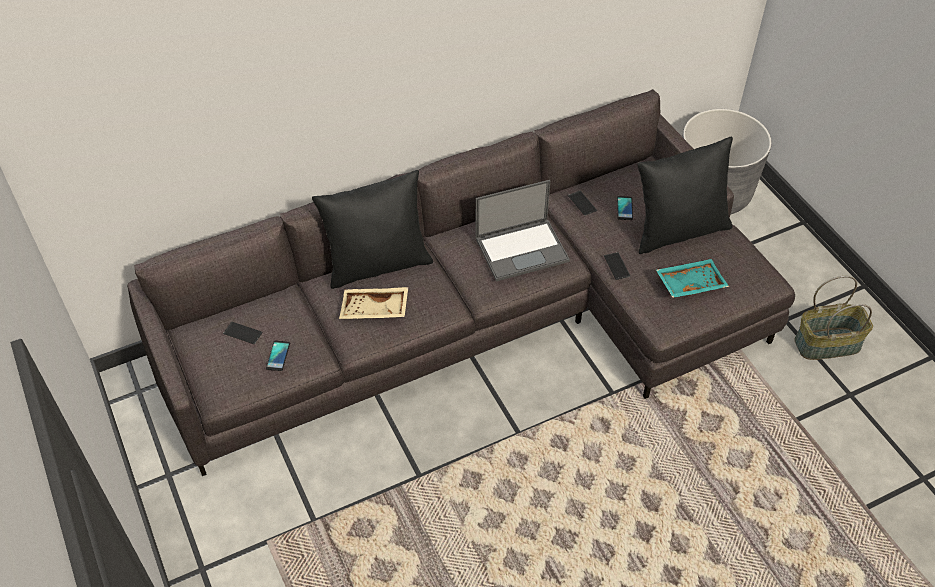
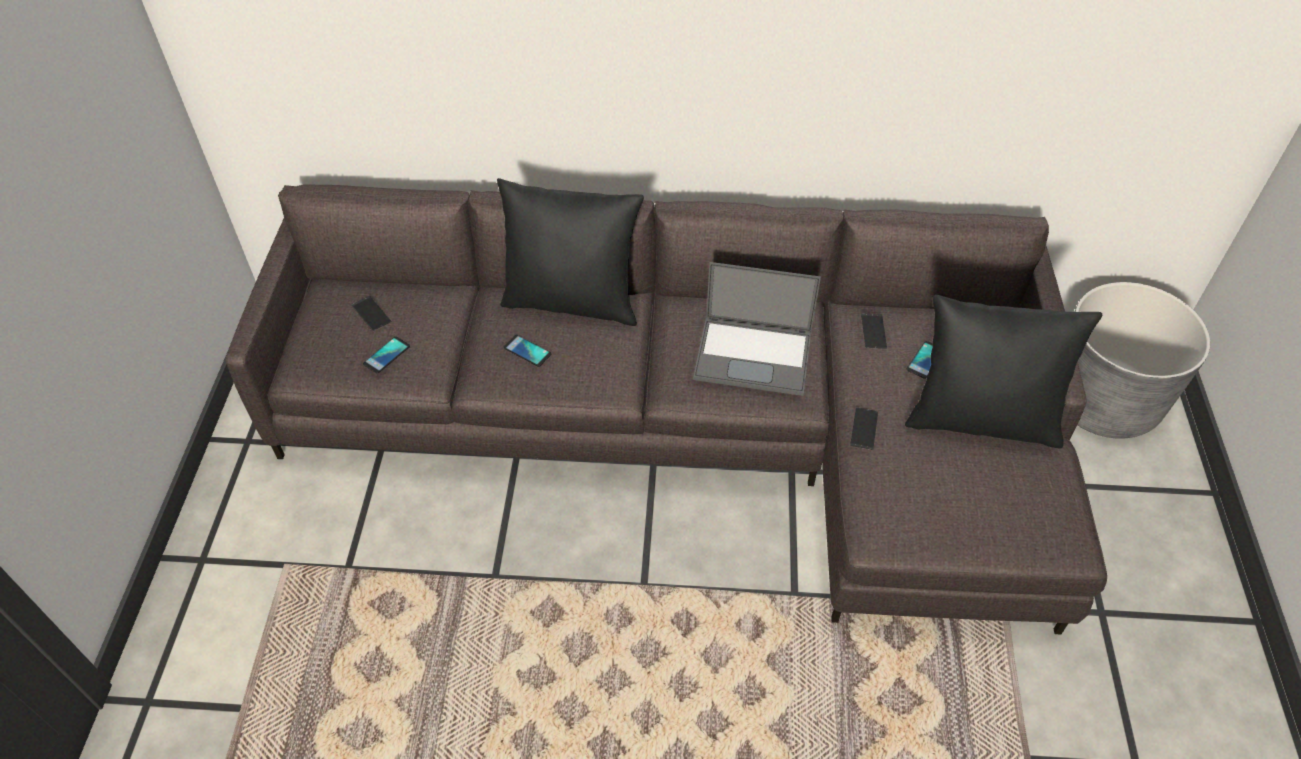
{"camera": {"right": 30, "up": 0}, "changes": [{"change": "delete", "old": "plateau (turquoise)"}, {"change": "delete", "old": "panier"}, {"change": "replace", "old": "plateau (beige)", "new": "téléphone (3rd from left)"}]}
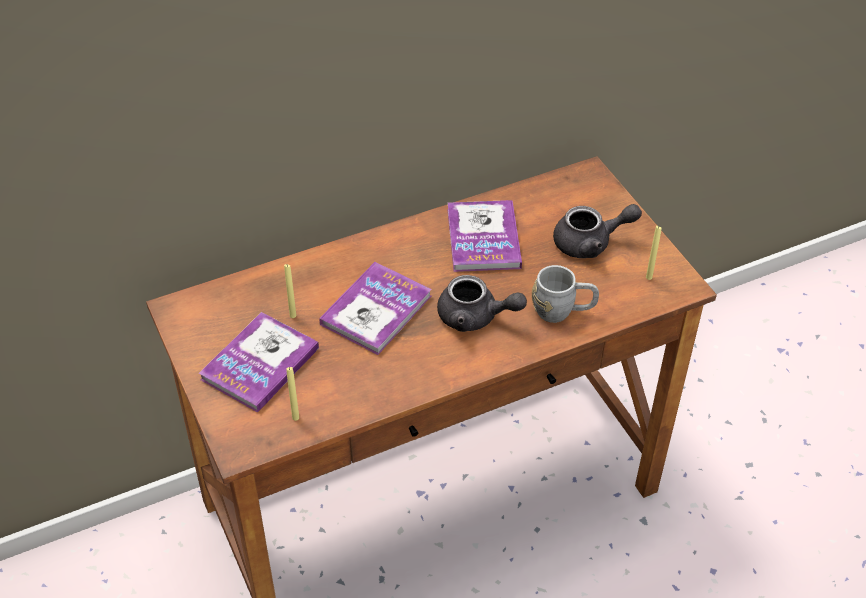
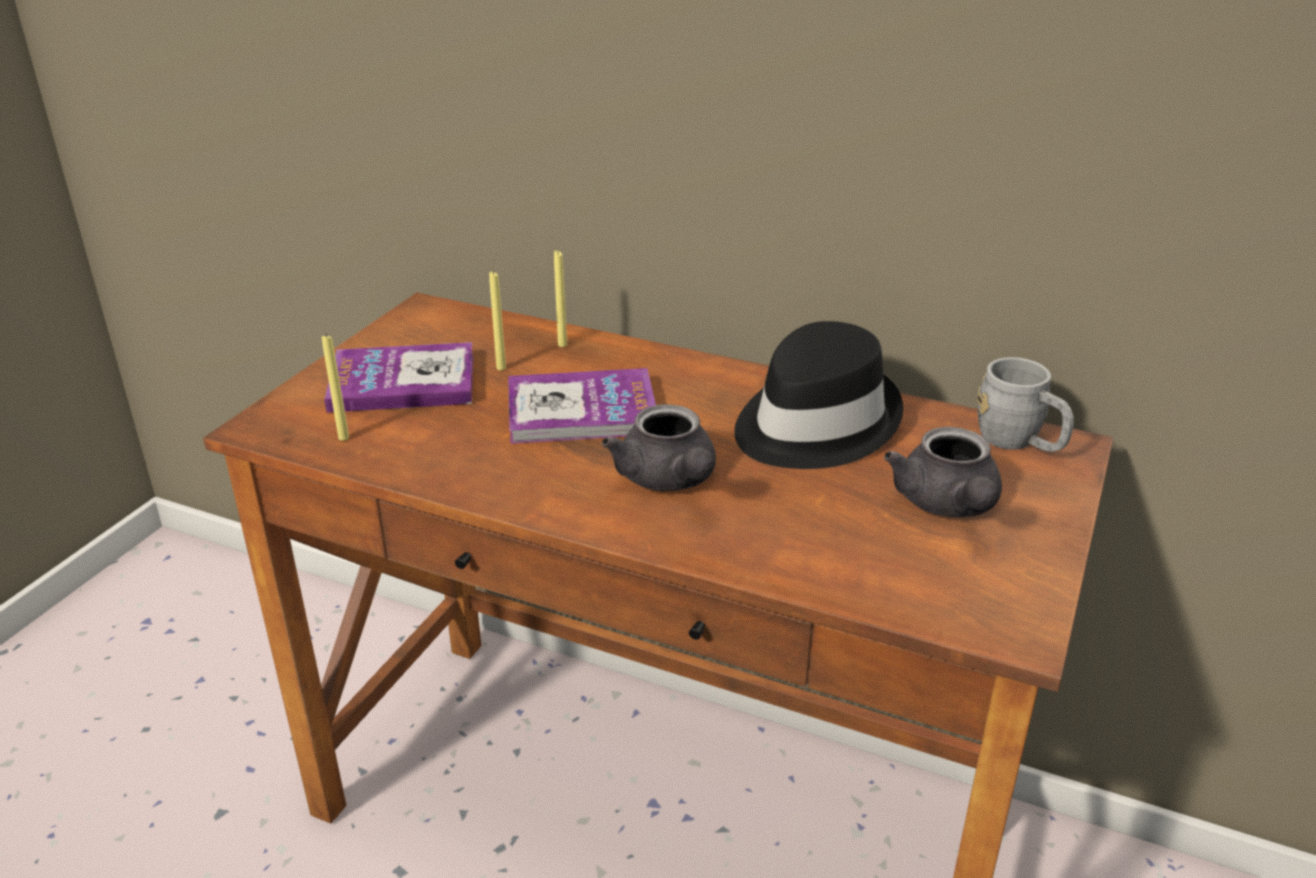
{"camera": {"right": 50, "up": -15}, "changes": [{"change": "replace", "old": "livre (3rd from left)", "new": "chapeau (noir)"}, {"change": "rotate", "old": "théière (gris) (2nd from left)", "degrees": 45}, {"change": "move", "old": "bougie (jaune) (3rd from left)"}, {"change": "move", "old": "mug (gris)"}]}
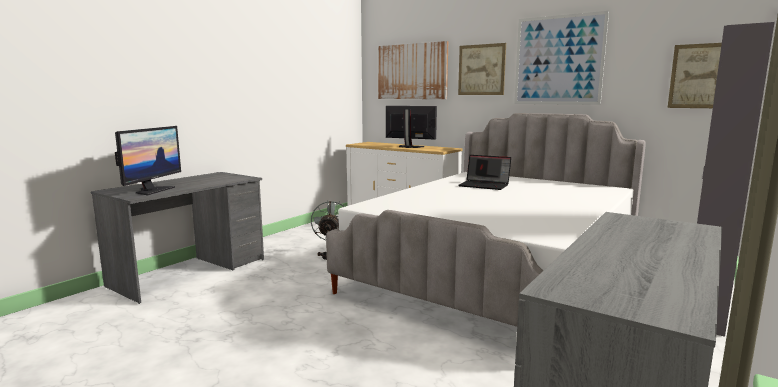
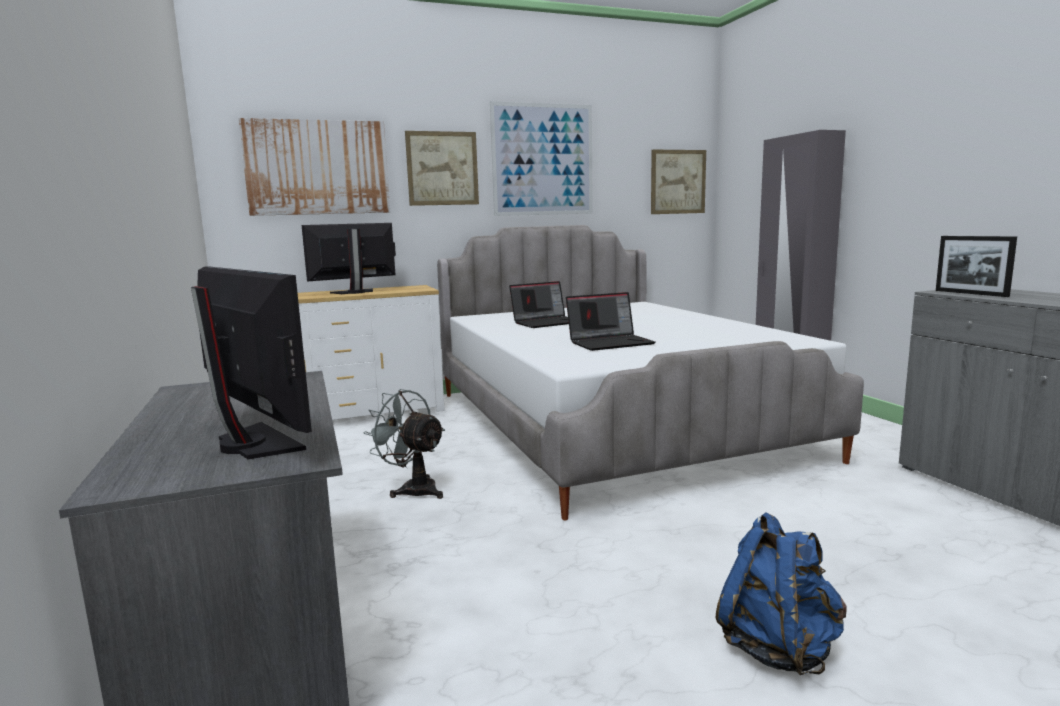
{"camera": {"right": -55, "up": 0}, "changes": [{"change": "insert", "new": "cadre photo"}, {"change": "insert", "new": "ordinateur portable (2nd from left)"}, {"change": "insert", "new": "sac à dos (bleu)"}]}
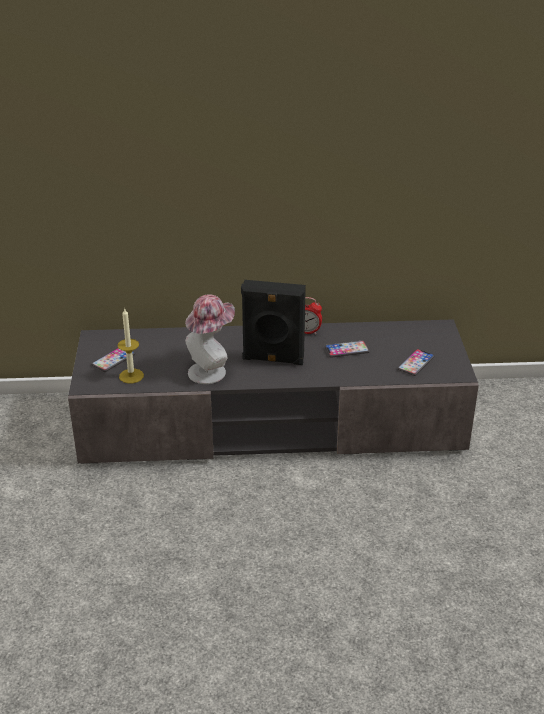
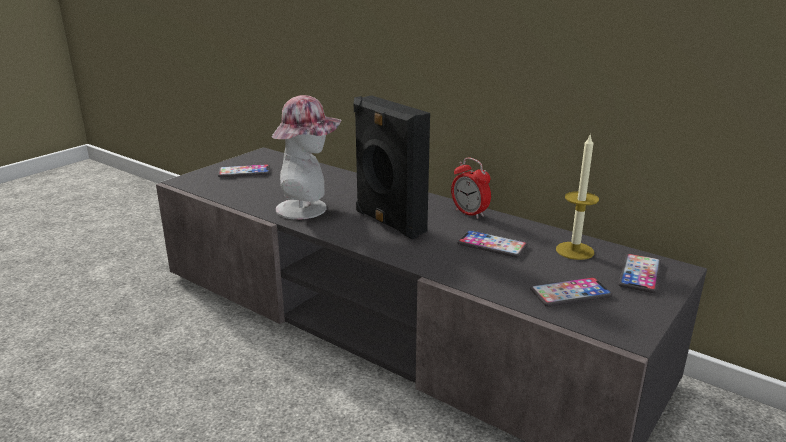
{"camera": {"right": 40, "up": -10}, "changes": [{"change": "move", "old": "bougie"}, {"change": "insert", "new": "téléphone (4th from left)"}]}
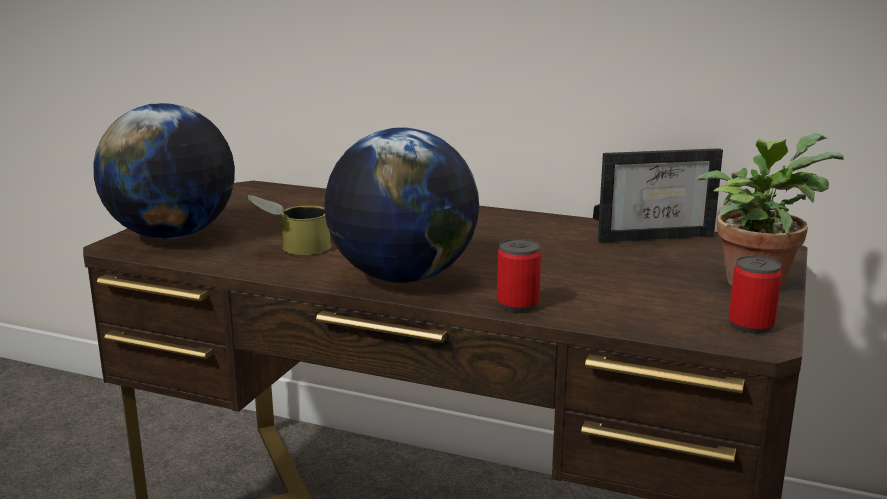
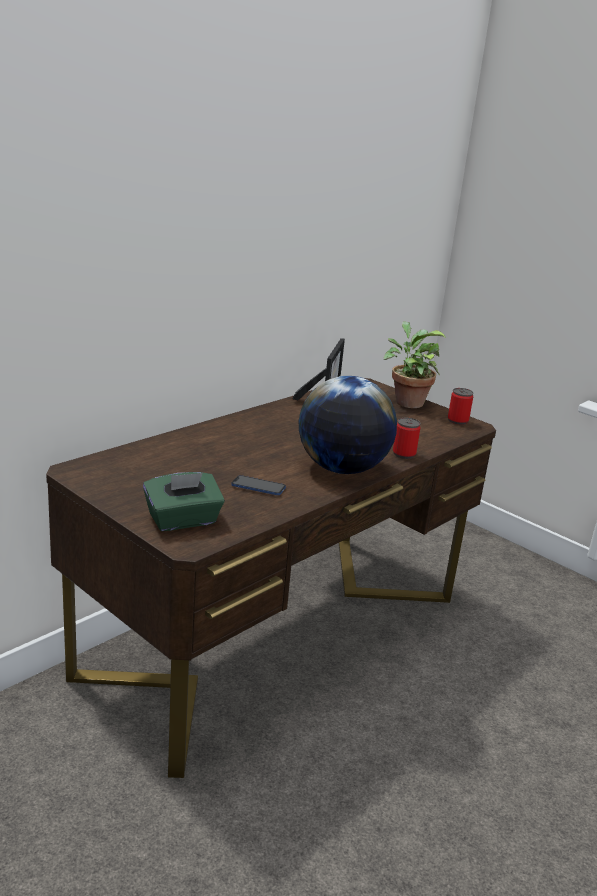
{"camera": {"right": -70, "up": 5}, "changes": [{"change": "replace", "old": "globe (1st from left)", "new": "boîte à mouchoirs (vert)"}, {"change": "replace", "old": "boîte métallique (1st from left)", "new": "téléphone"}]}
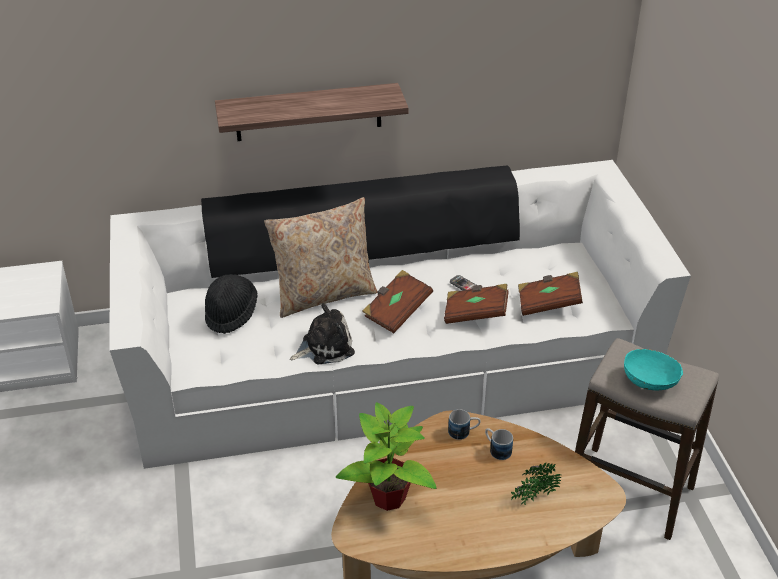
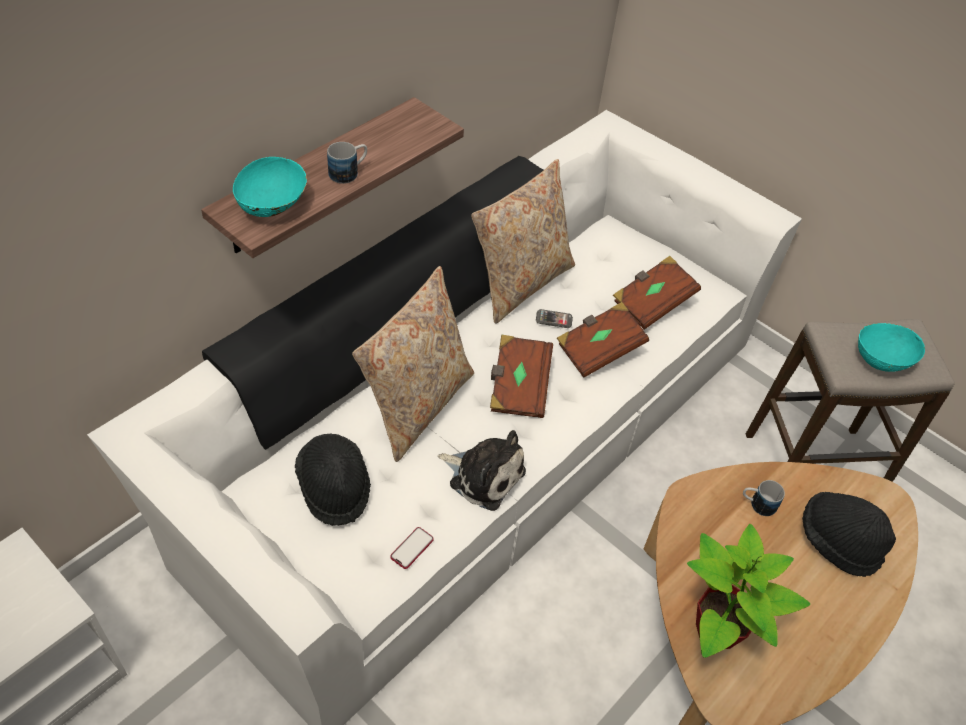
{"camera": {"right": -40, "up": 10}, "changes": [{"change": "rotate", "old": "peluche", "degrees": 90}, {"change": "move", "old": "mug (1st from left)"}, {"change": "replace", "old": "plante en pot (2nd from left)", "new": "chapeau (noir) (2nd from left)"}, {"change": "insert", "new": "bol (turquoise) (1st from left)"}, {"change": "insert", "new": "coussin (beige) (2nd from left)"}, {"change": "insert", "new": "téléphone (1st from left)"}]}
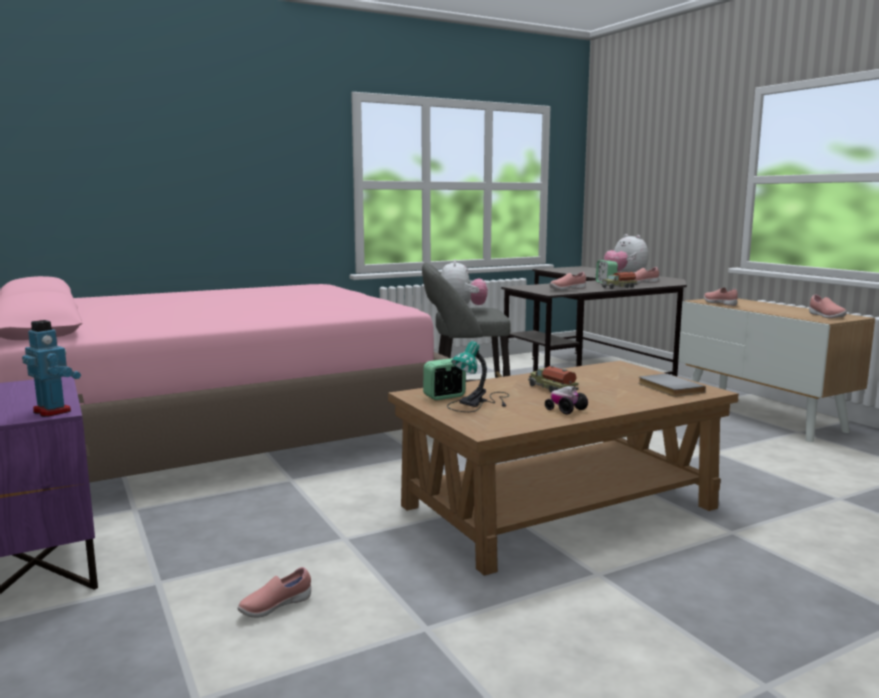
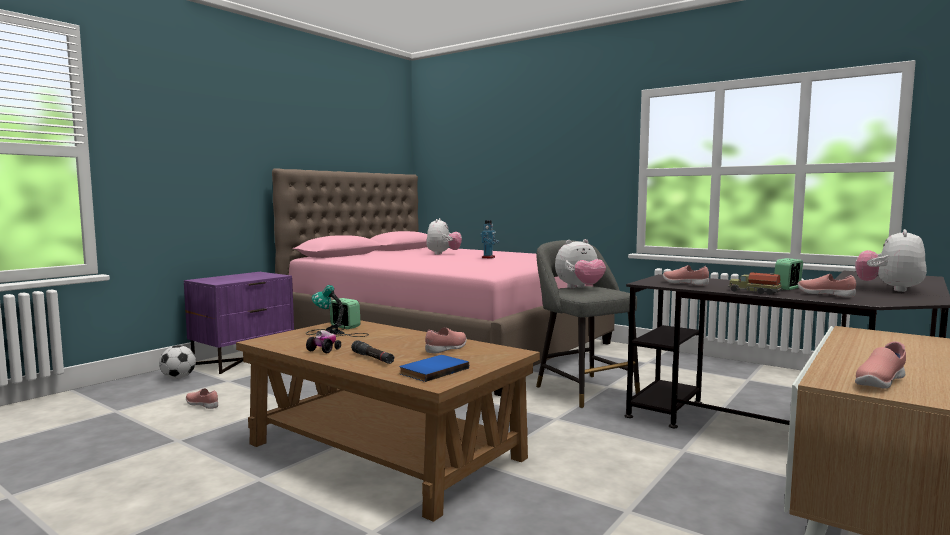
{"camera": {"right": 65, "up": -5}, "changes": [{"change": "move", "old": "chaussure (rose) (4th from left in the first image)", "new": "chaussure (rose) (2nd from left)"}, {"change": "move", "old": "robot jouet"}, {"change": "delete", "old": "camion jouet (1st from left)"}, {"change": "recolor", "old": "livre (gris)", "new": "livre (bleu)"}, {"change": "insert", "new": "peluche (1st from left)"}, {"change": "insert", "new": "lampe de poche (noir)"}, {"change": "insert", "new": "ballon de foot"}]}
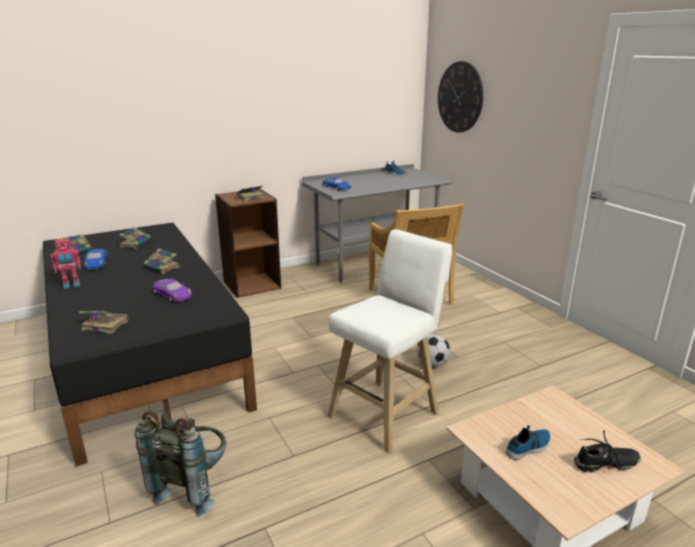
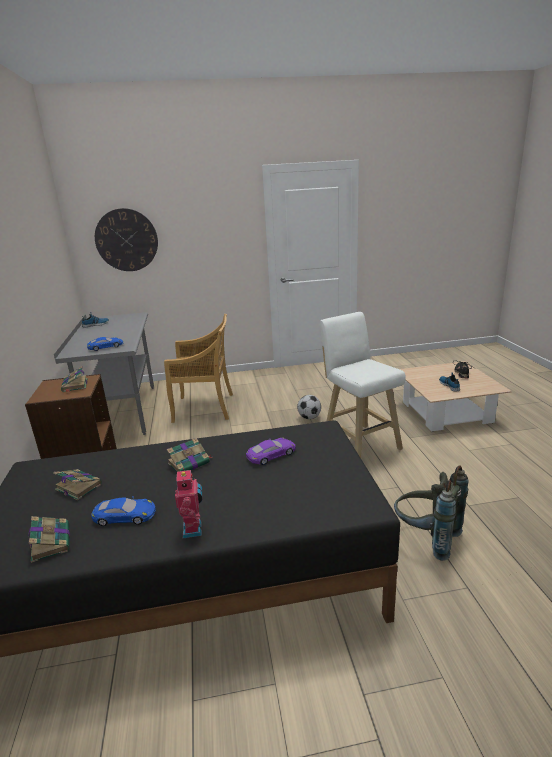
{"camera": {"right": -70, "up": 0}, "changes": [{"change": "delete", "old": "livre (2nd from left)"}]}
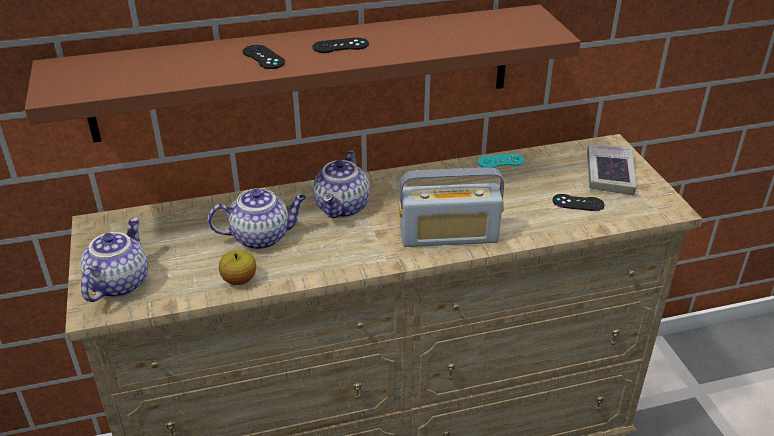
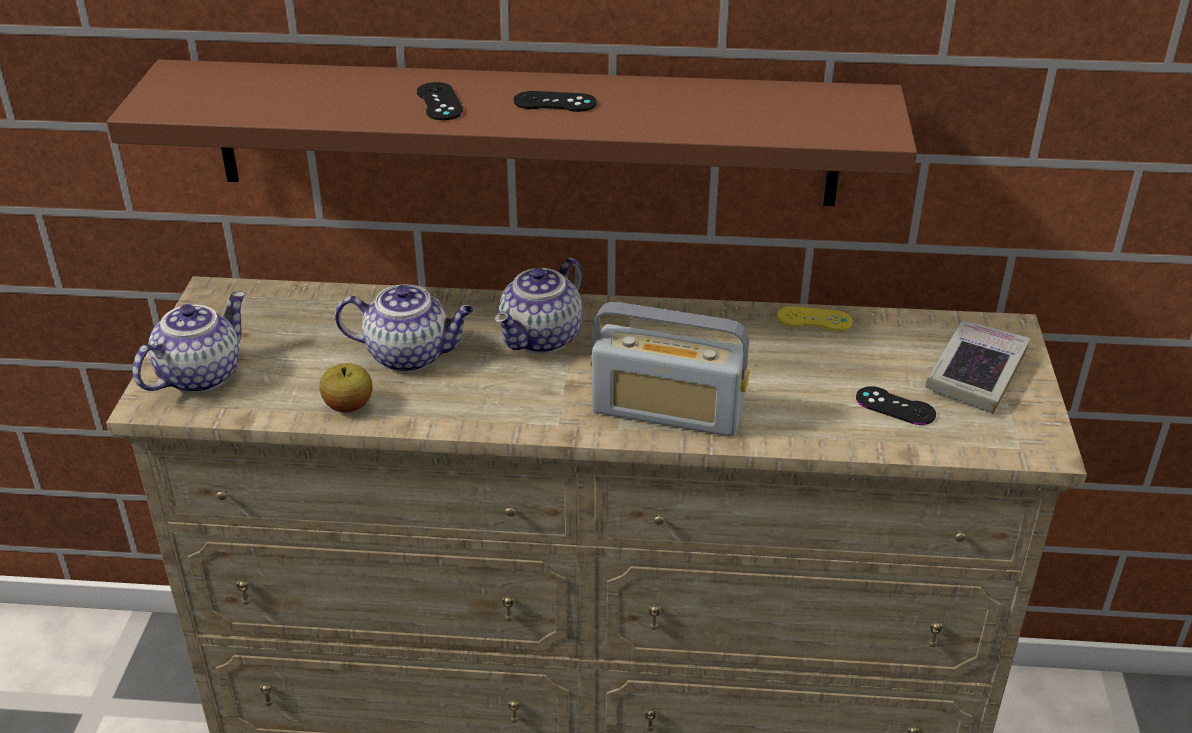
{"camera": {"right": 20, "up": 0}, "changes": [{"change": "recolor", "old": "manette (turquoise)", "new": "manette (jaune)"}]}
